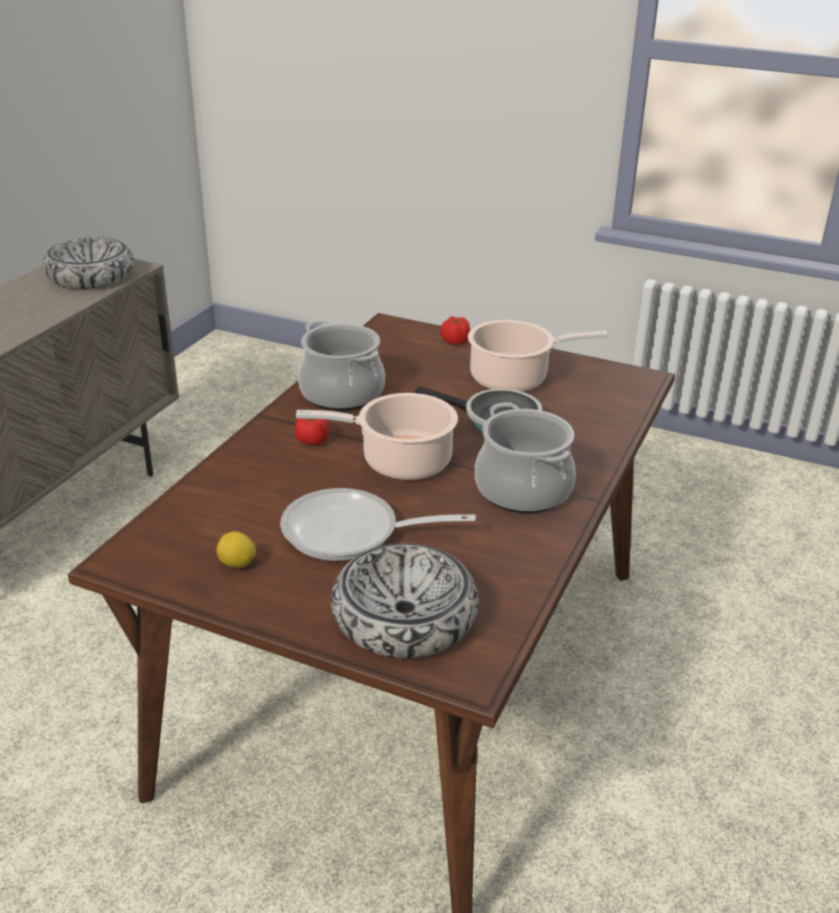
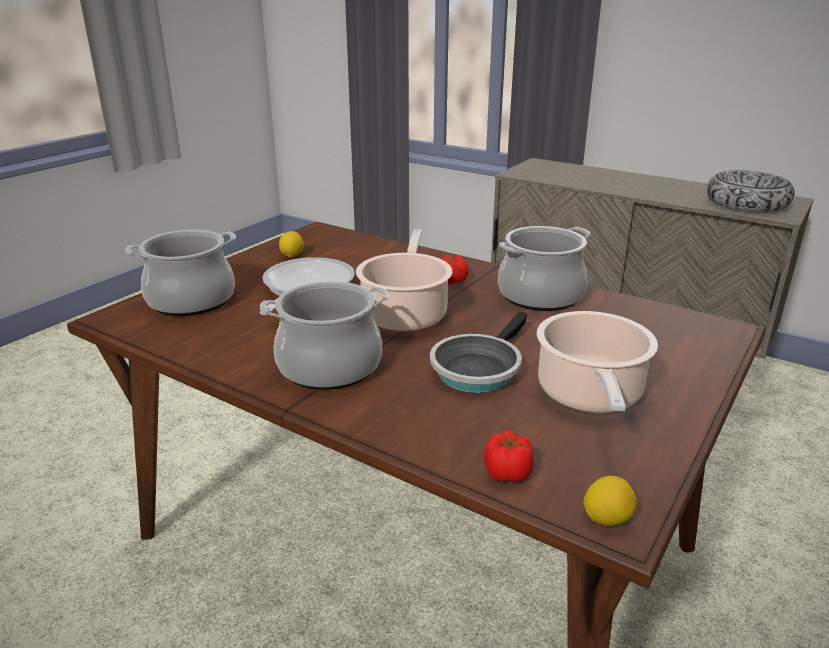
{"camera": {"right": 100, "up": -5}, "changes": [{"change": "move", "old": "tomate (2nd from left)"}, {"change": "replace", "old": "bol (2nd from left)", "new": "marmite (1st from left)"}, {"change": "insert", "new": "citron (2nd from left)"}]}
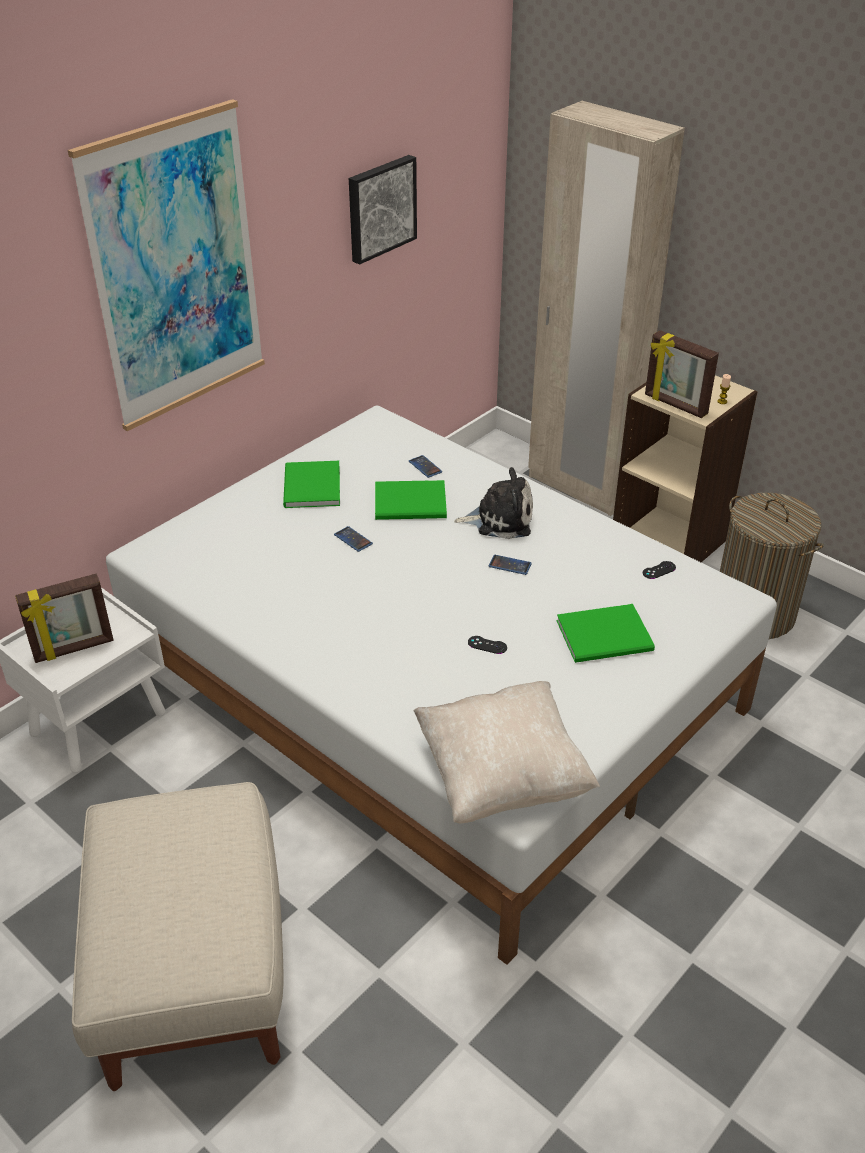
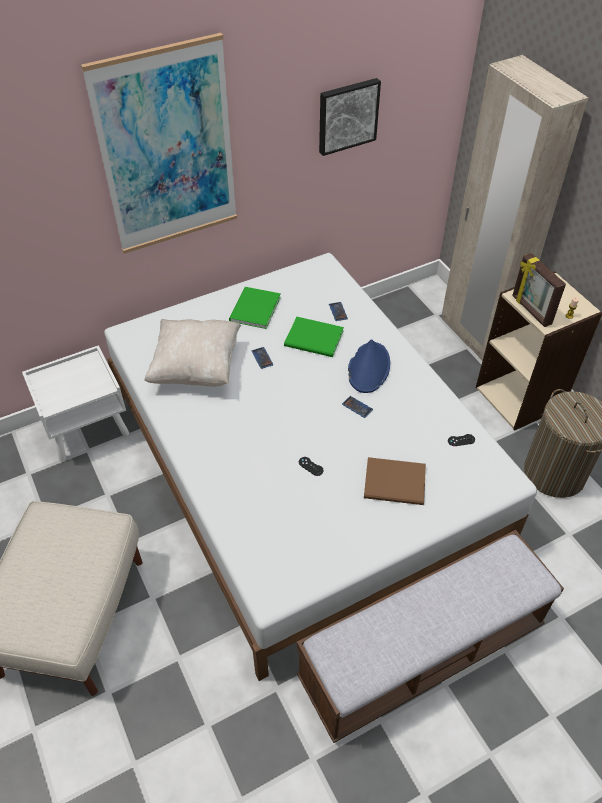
{"camera": {"right": 20, "up": 10}, "changes": [{"change": "replace", "old": "peluche", "new": "chapeau (bleu)"}, {"change": "delete", "old": "cadre photo (1st from left)"}, {"change": "recolor", "old": "livre (vert) (3rd from left)", "new": "livre (marron)"}, {"change": "move", "old": "coussin (beige)"}, {"change": "insert", "new": "banc"}]}
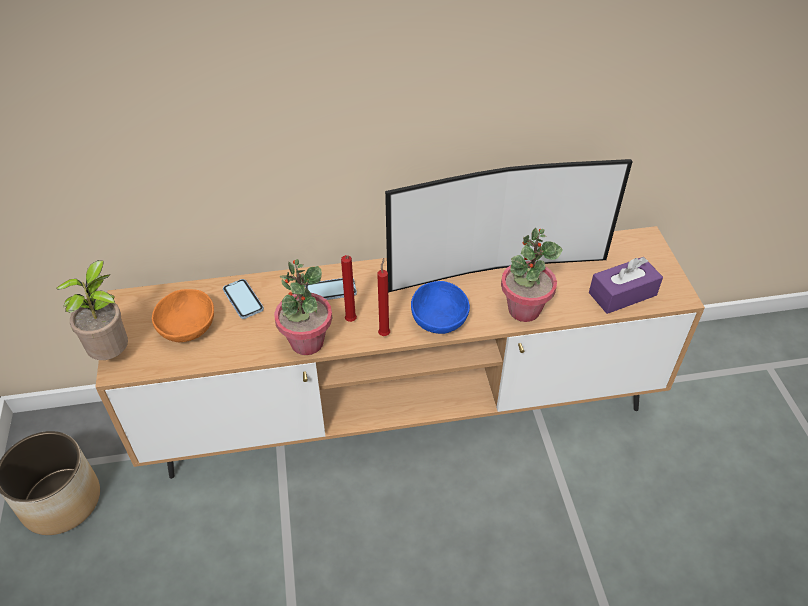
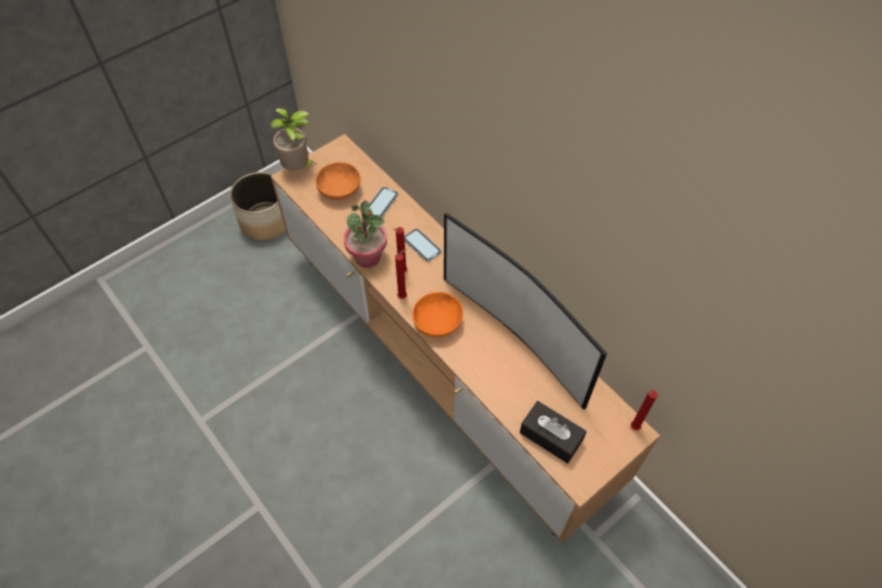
{"camera": {"right": 60, "up": 10}, "changes": [{"change": "delete", "old": "plante en pot (3rd from left)"}, {"change": "recolor", "old": "boîte à mouchoirs (violet)", "new": "boîte à mouchoirs (noir)"}, {"change": "recolor", "old": "bol (bleu)", "new": "bol (orange) (2nd from left)"}, {"change": "insert", "new": "bougie (rouge) (3rd from left)"}]}
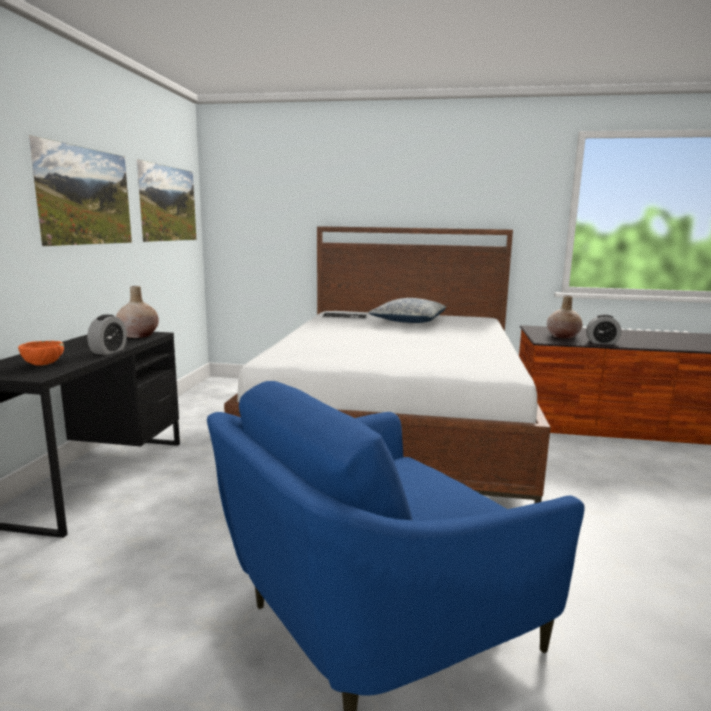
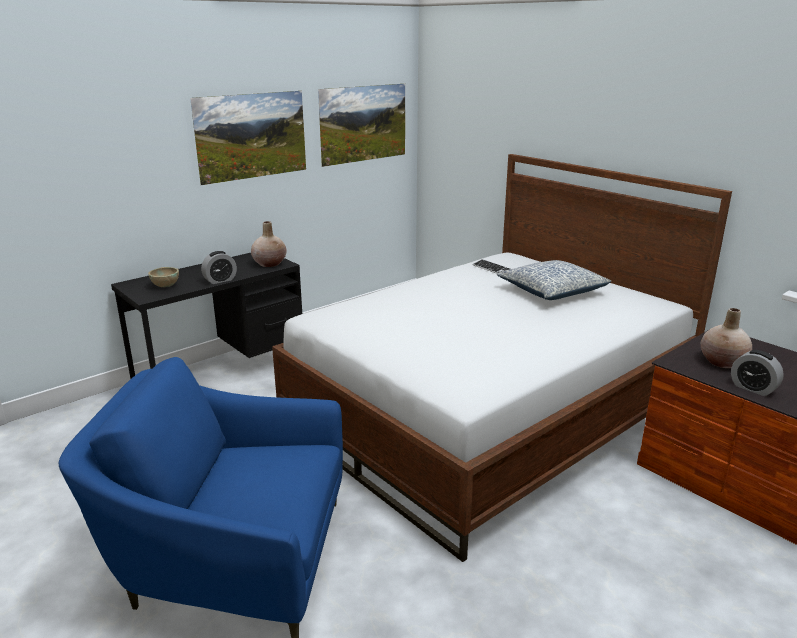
{"camera": {"right": 40, "up": 10}, "changes": [{"change": "recolor", "old": "bol (orange)", "new": "bol (beige)"}]}
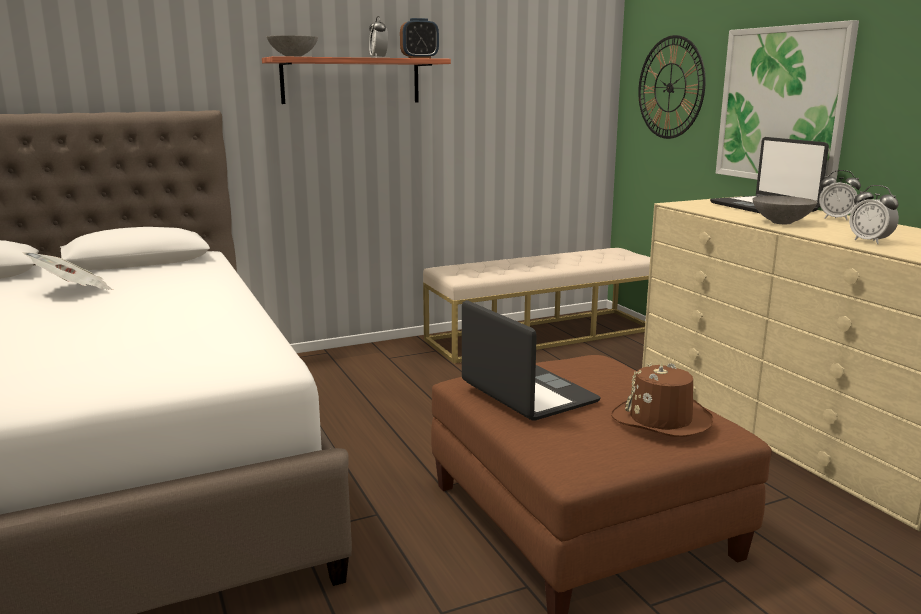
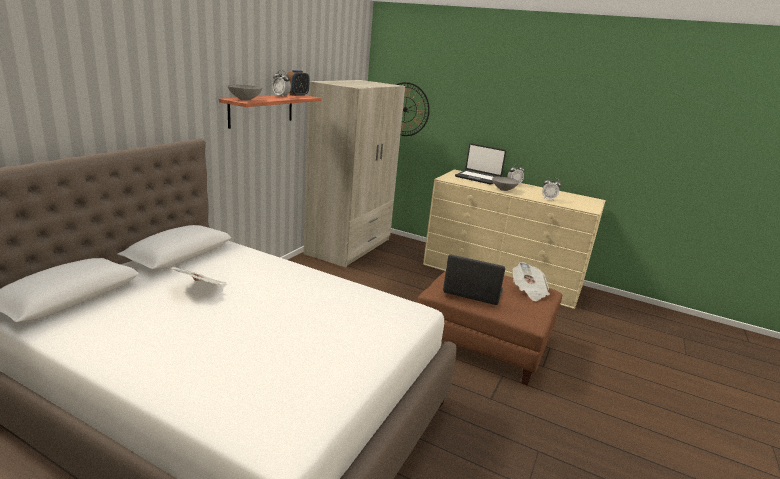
{"camera": {"right": -40, "up": 5}, "changes": [{"change": "delete", "old": "tableau"}, {"change": "replace", "old": "banc (beige)", "new": "armoire (beige)"}, {"change": "replace", "old": "chapeau (marron)", "new": "journal (2nd from left)"}]}
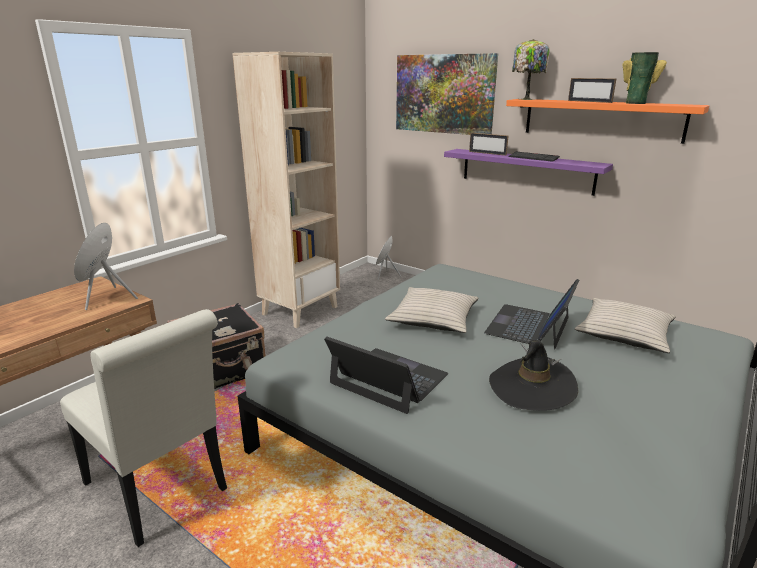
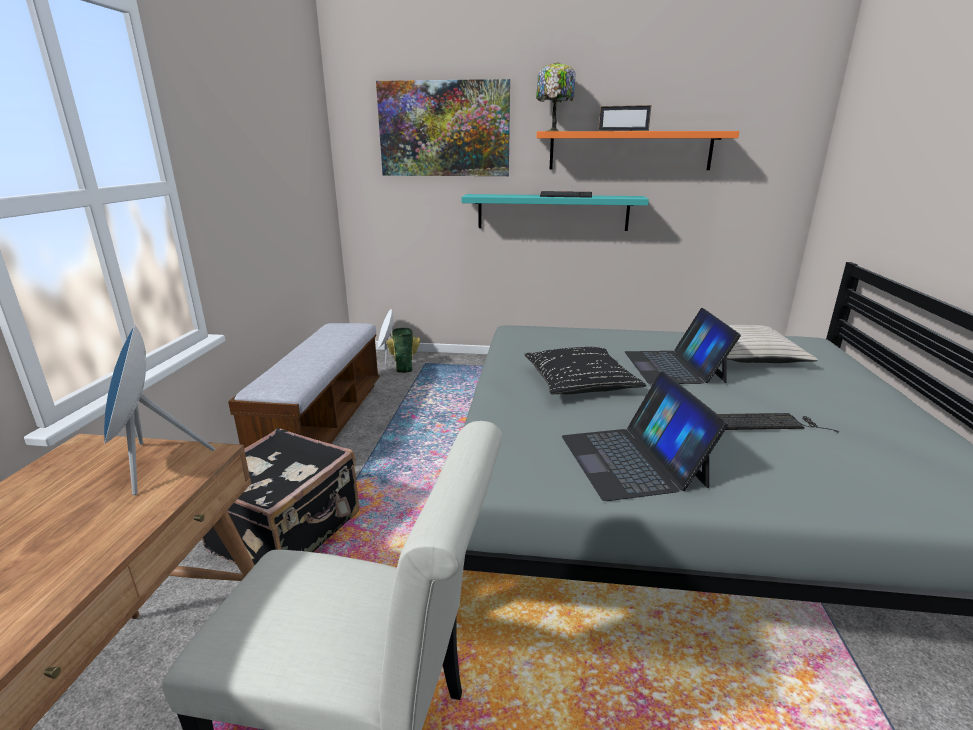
{"camera": {"right": -30, "up": 0}, "changes": [{"change": "replace", "old": "bibliothèque (beige)", "new": "banc"}, {"change": "move", "old": "vase"}, {"change": "delete", "old": "cadre photo (1st from left)"}, {"change": "recolor", "old": "étagère (violet)", "new": "étagère (turquoise)"}, {"change": "recolor", "old": "coussin (beige) (1st from left)", "new": "coussin (noir)"}, {"change": "rotate", "old": "ordinateur portable (1st from left)", "degrees": -105}, {"change": "replace", "old": "chapeau (noir)", "new": "clavier (2nd from left)"}]}
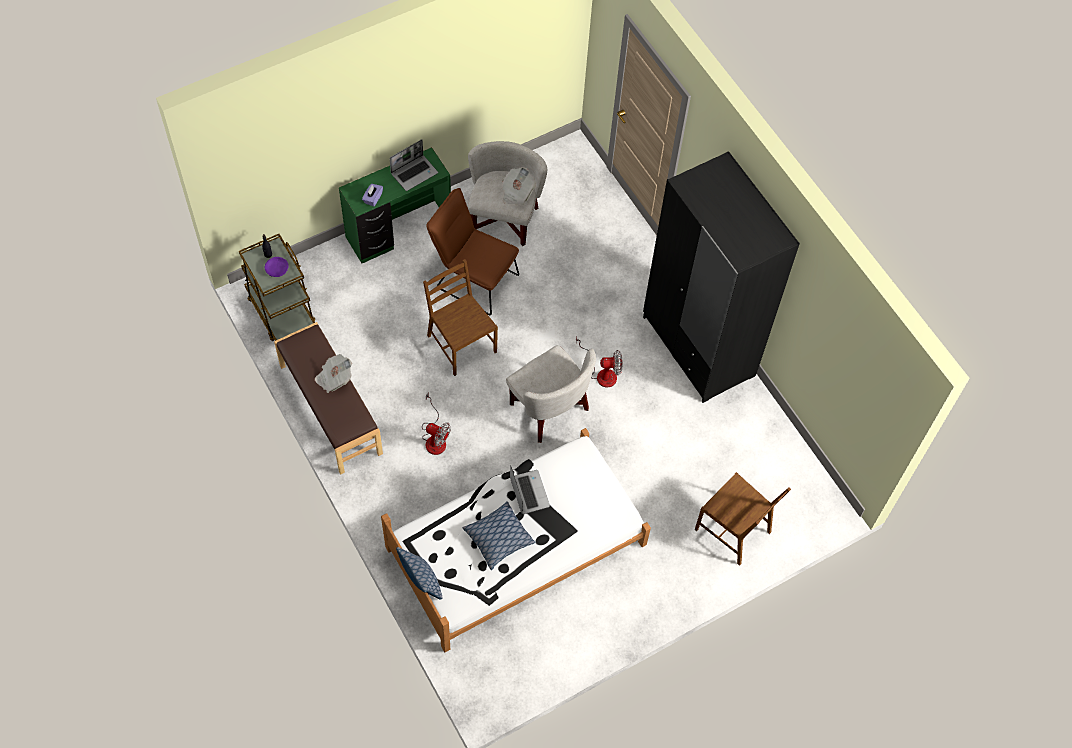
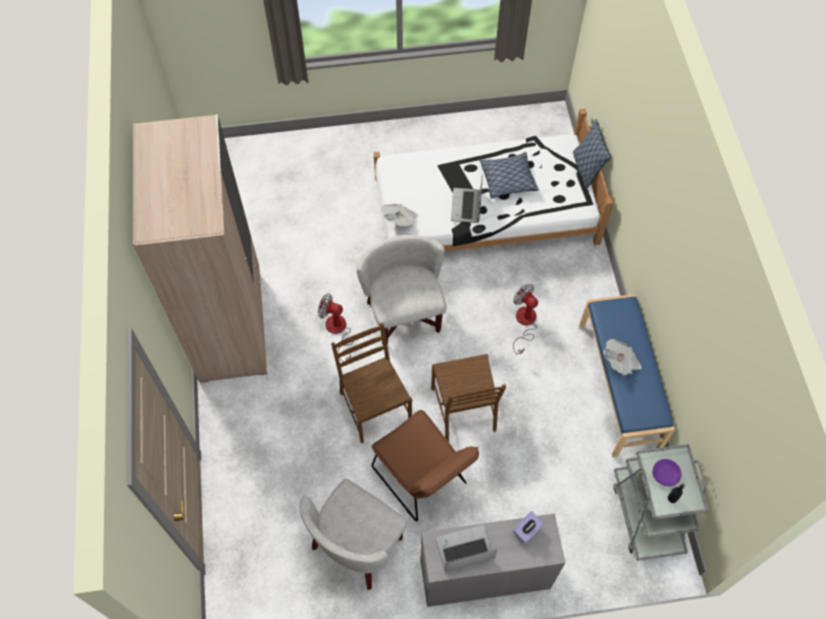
{"camera": {"right": -155, "up": 0}, "changes": [{"change": "recolor", "old": "bureau (vert)", "new": "bureau (gris)"}, {"change": "recolor", "old": "armoire (noir)", "new": "armoire (beige)"}, {"change": "move", "old": "journal (2nd from left in the first image)", "new": "journal (1st from left)"}, {"change": "recolor", "old": "chariot (marron)", "new": "chariot (gris)"}, {"change": "recolor", "old": "banc (marron)", "new": "banc (bleu)"}, {"change": "move", "old": "chaise (marron) (3rd from left in the first image)", "new": "chaise (marron) (1st from left)"}]}
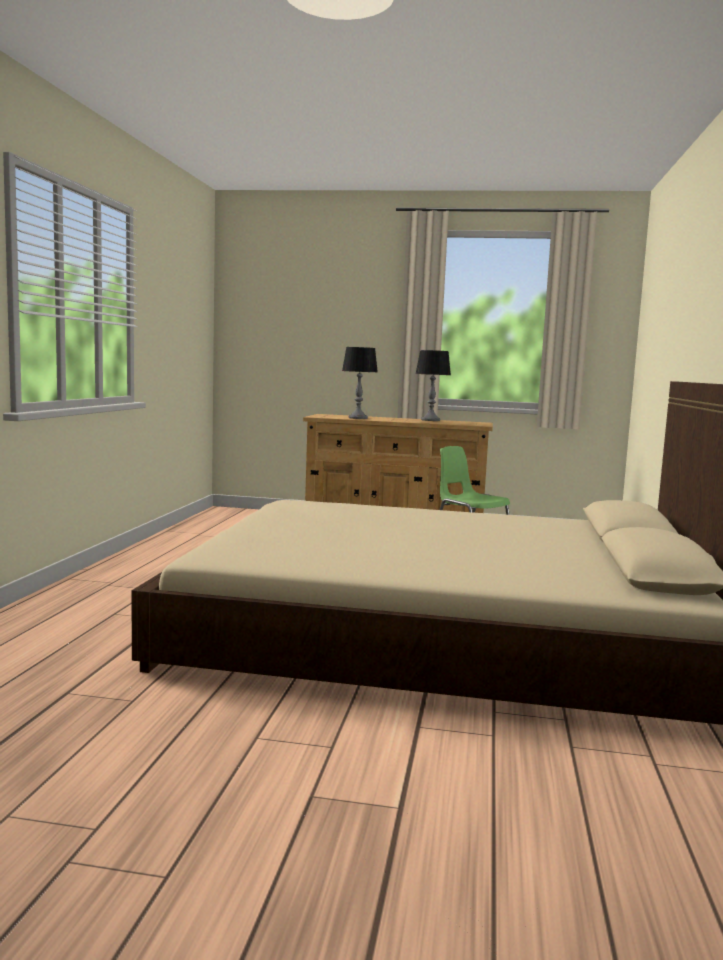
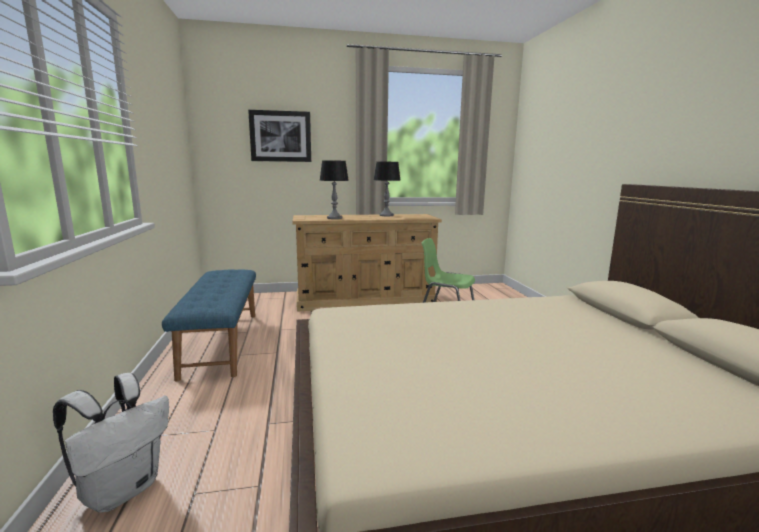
{"camera": {"right": -20, "up": 5}, "changes": [{"change": "insert", "new": "tableau"}, {"change": "insert", "new": "banc (bleu)"}, {"change": "insert", "new": "sac à dos (blanc)"}]}
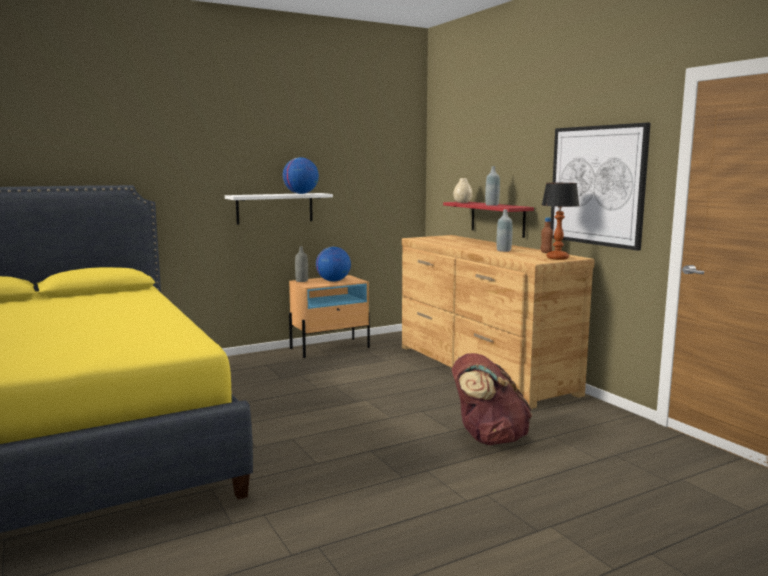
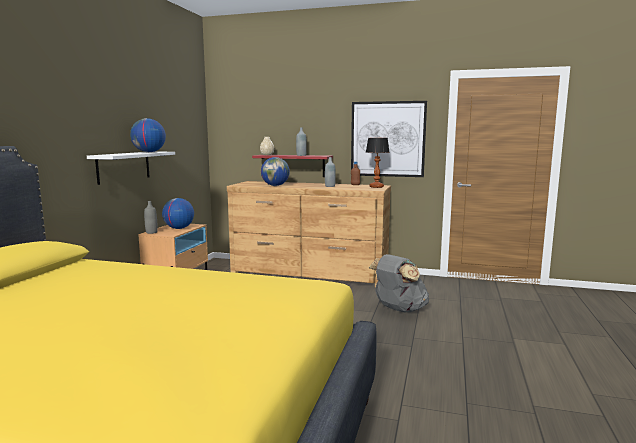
{"camera": {"right": -45, "up": 0}, "changes": [{"change": "recolor", "old": "sac à dos (marron)", "new": "sac à dos (gris)"}, {"change": "insert", "new": "globe (3rd from left)"}]}
